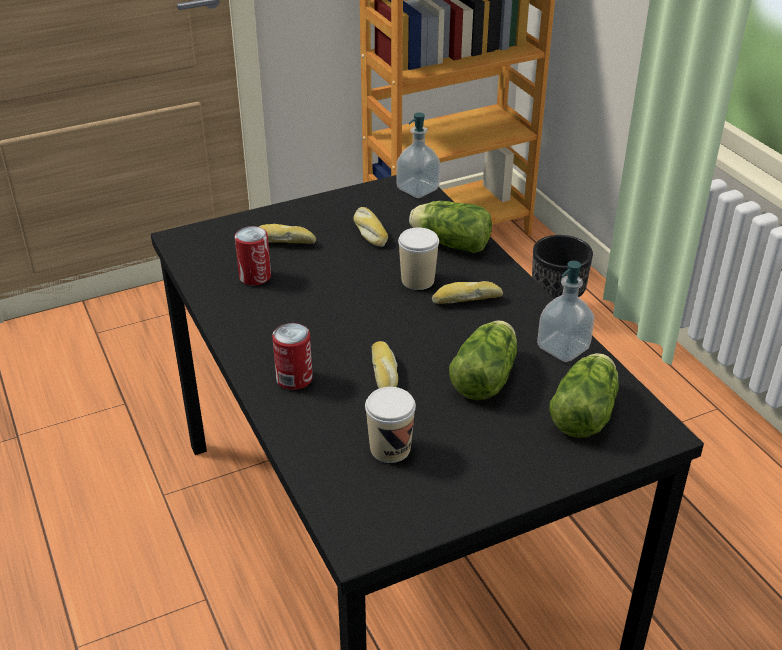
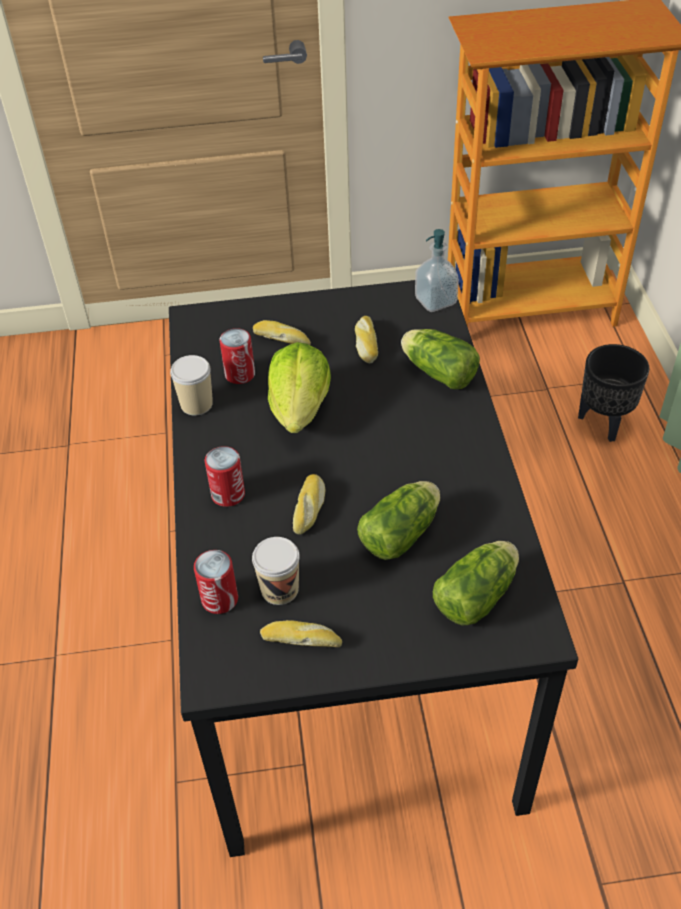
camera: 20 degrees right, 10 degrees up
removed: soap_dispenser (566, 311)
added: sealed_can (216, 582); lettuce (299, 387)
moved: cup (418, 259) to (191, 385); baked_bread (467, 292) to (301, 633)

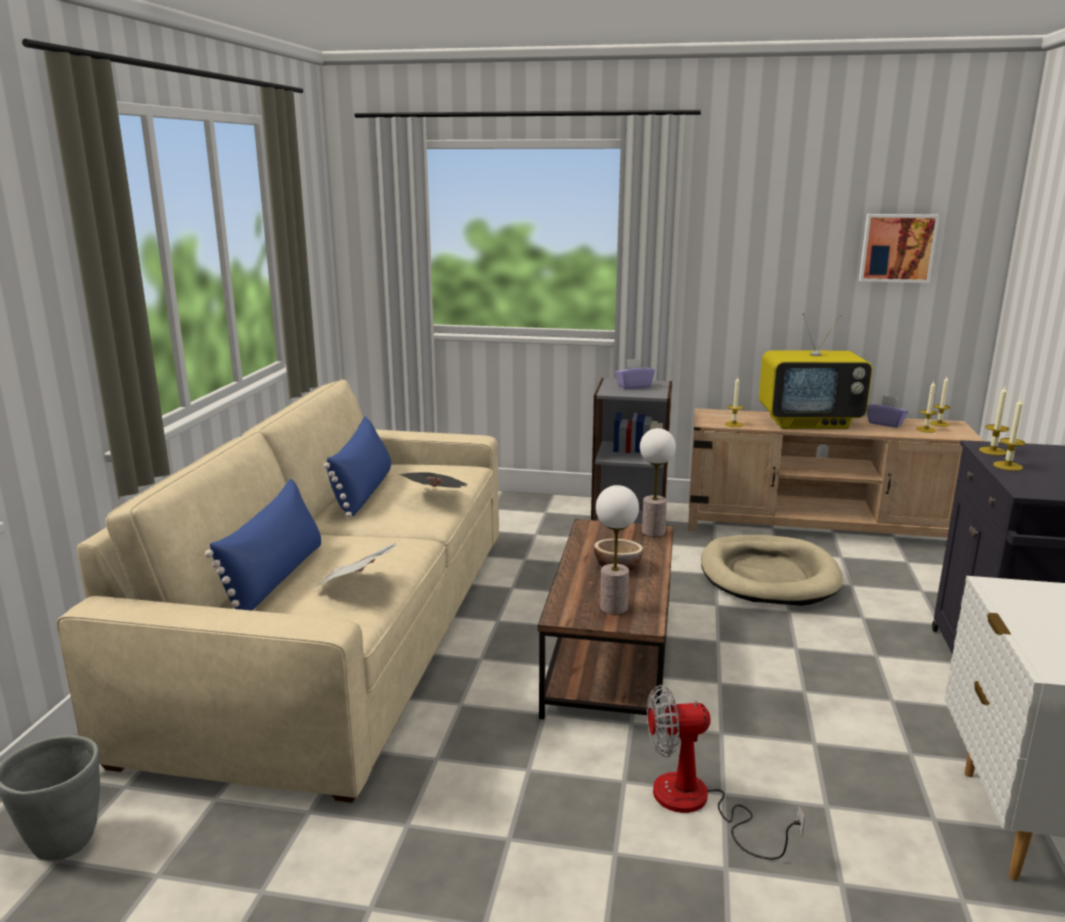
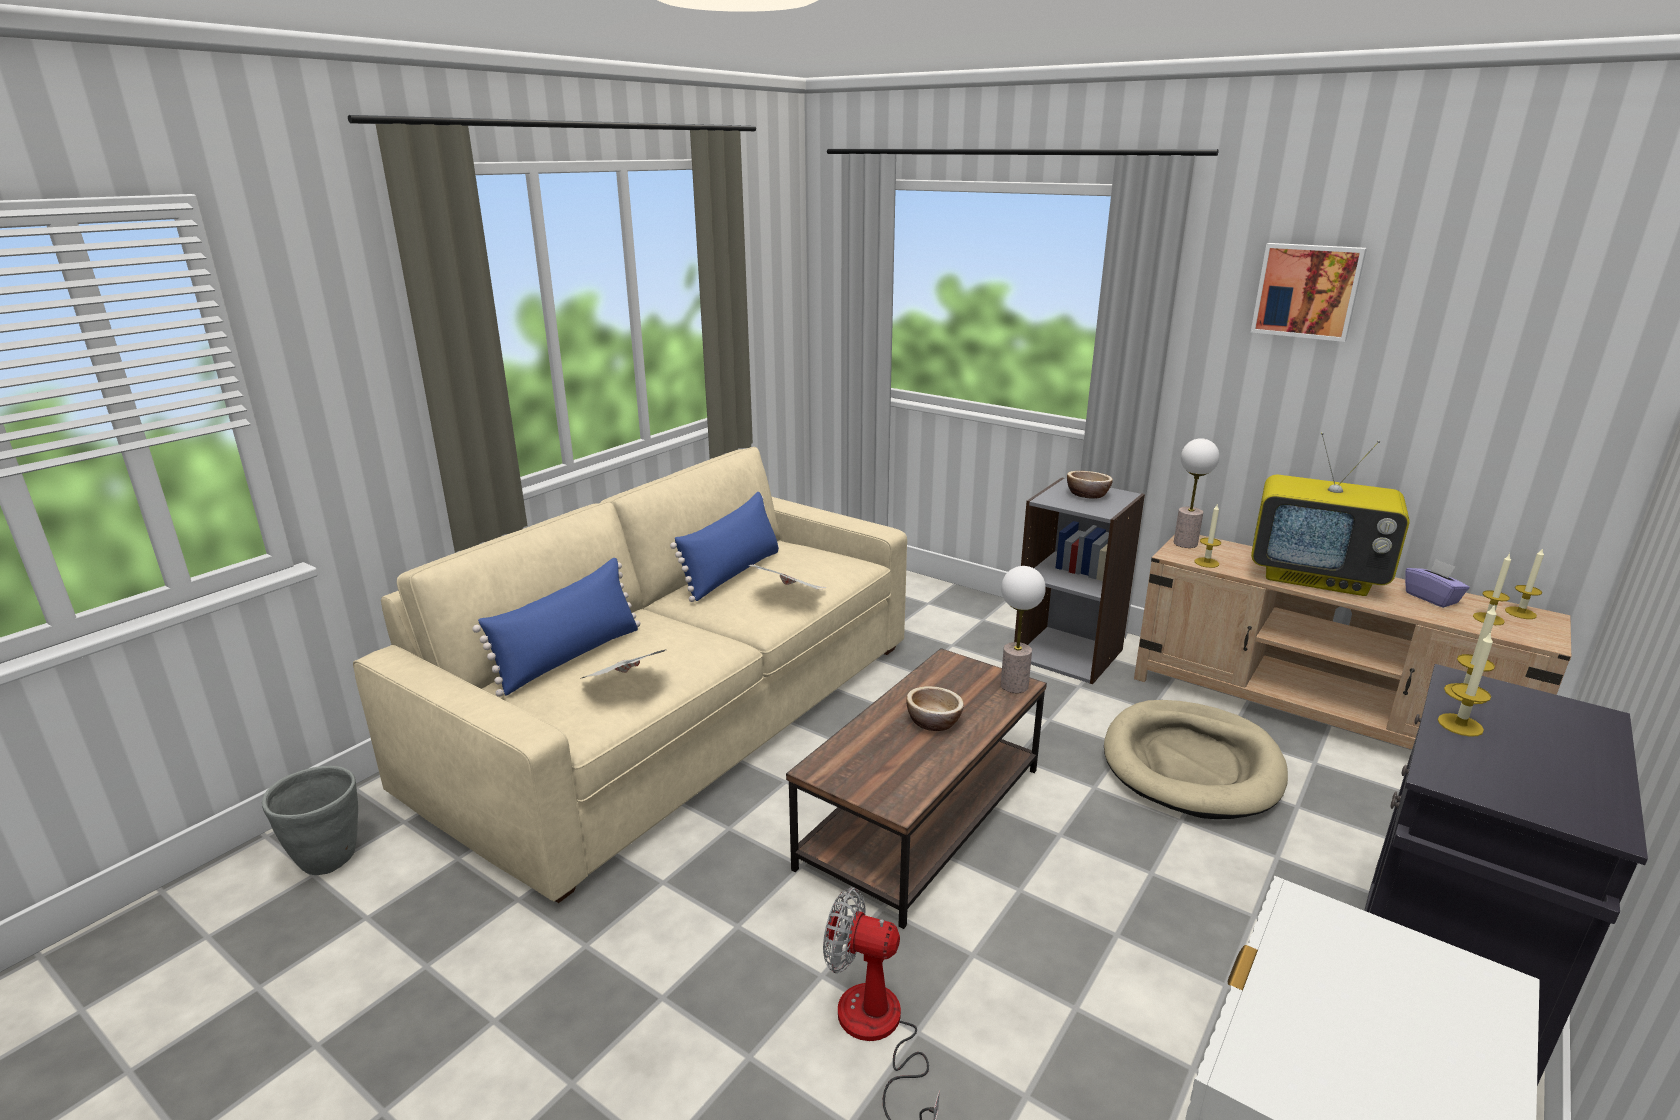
camera: 25 degrees right, 5 degrees up
moved: table_lamp (617, 550) to (1196, 493); picture (899, 248) to (1309, 292)
replaced: purple-coloured_box_of_tissues (635, 373) to bowl (1090, 485)

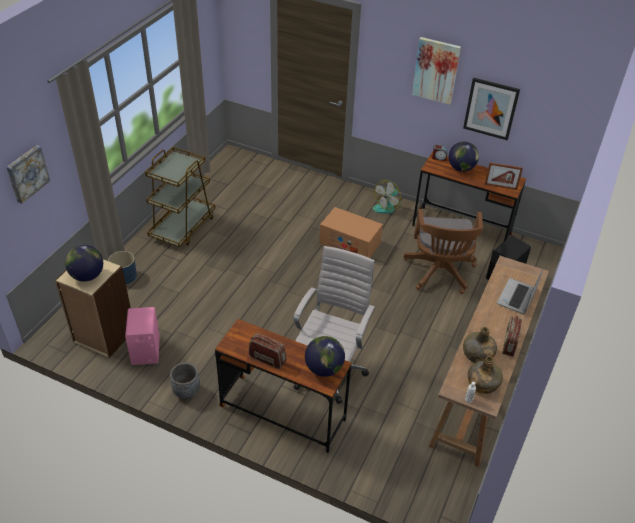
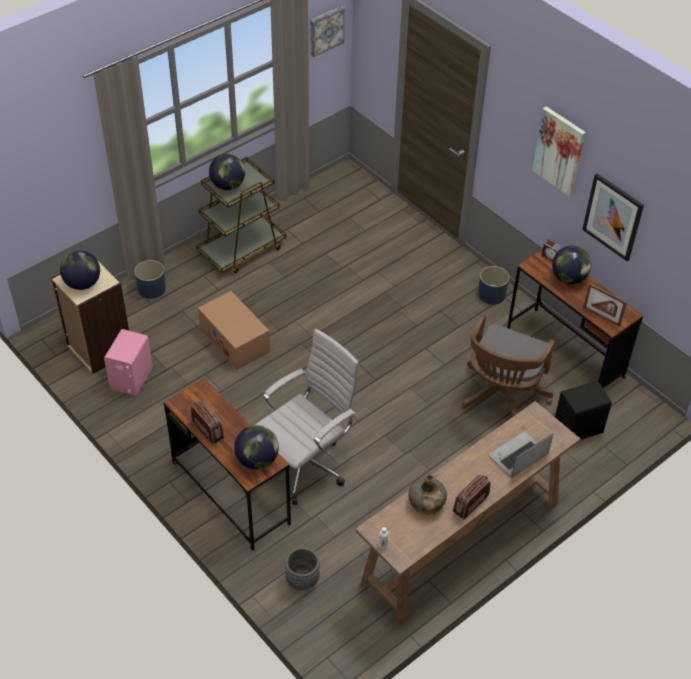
camera: 25 degrees right, 5 degrees up
removed: greenish_drink_bottle (485, 375)
added: world_globe (227, 172)
moved: picture (28, 174) to (327, 31); grey_planter (185, 380) to (302, 568); cardboard_box (351, 232) to (234, 330)
replaced: fan (386, 197) to bluish_planter (493, 285)

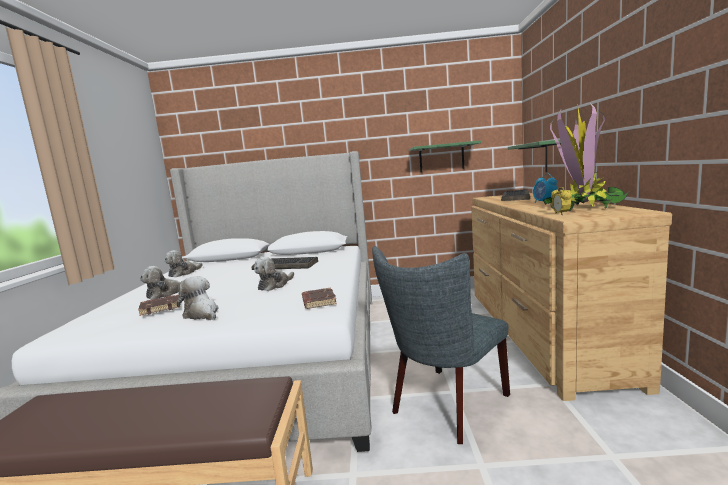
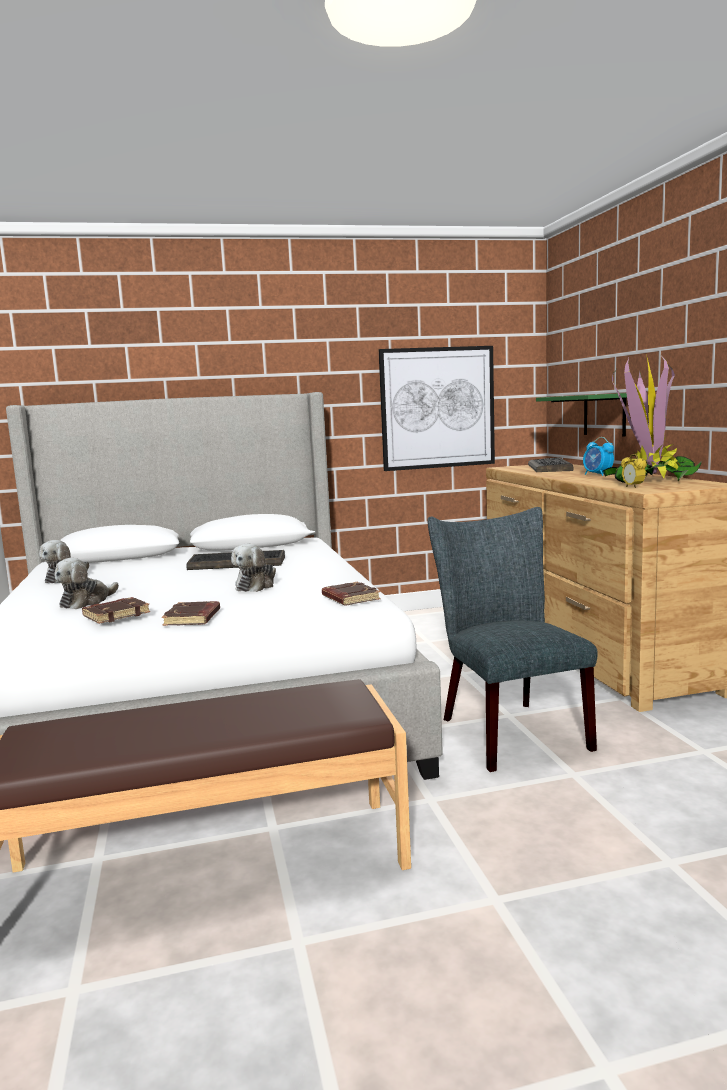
camera: 15 degrees left, 0 degrees up
replaced: cuddly_toy (197, 298) to brown_bound_book (191, 613); greenish_bracket_shelf (445, 156) to picture (437, 408)
turned: grey_plain_chair (441, 345) = (513, 639) 135 degrees clockwise

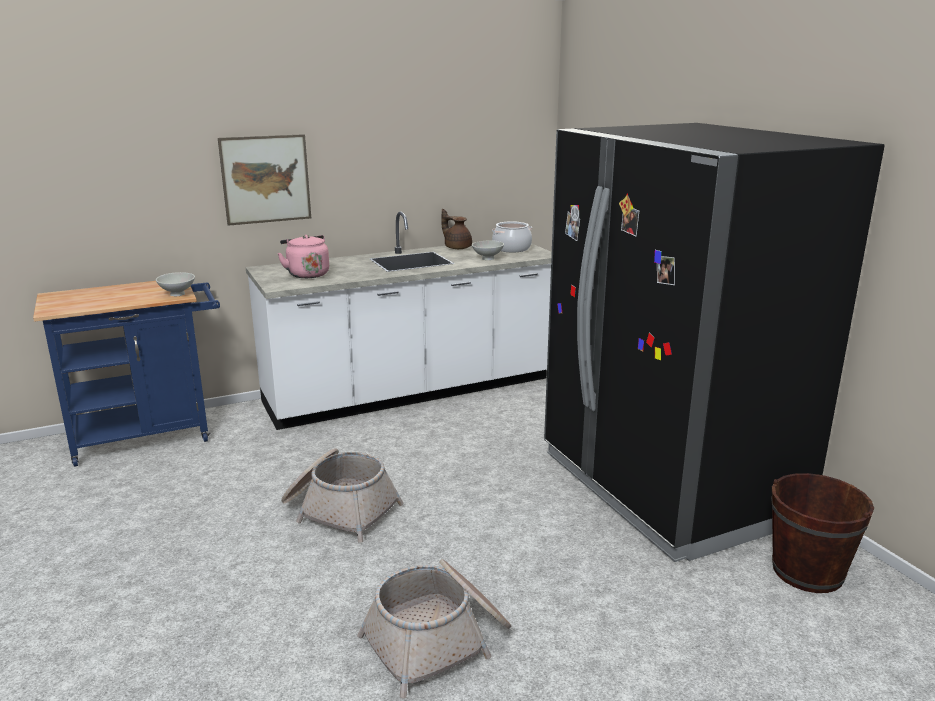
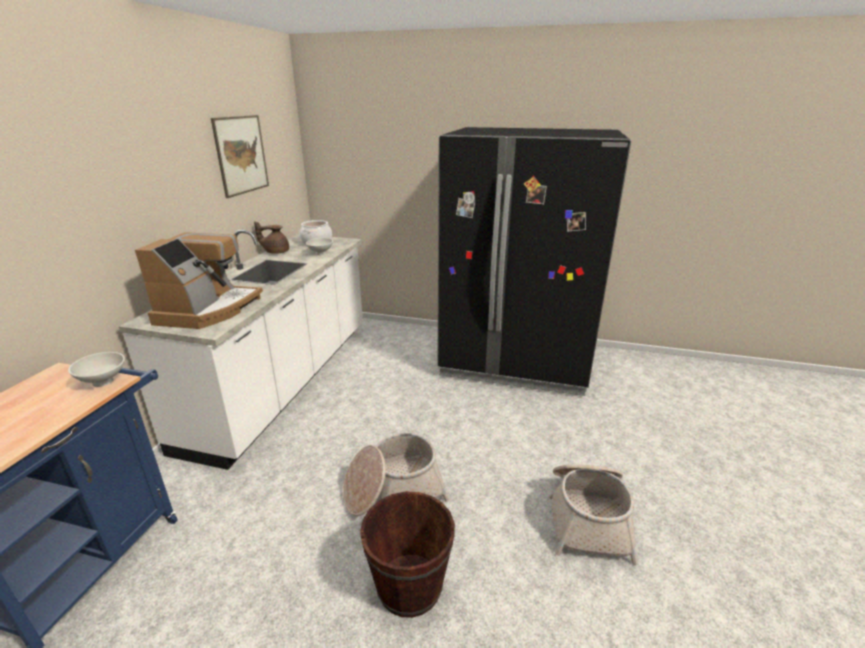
camera: 50 degrees left, 5 degrees up
moved: picture (264, 180) to (240, 156); brown_bucket (822, 533) to (407, 554)
replaced: pink_tea_kettle (303, 256) to coffee_maker (199, 280)

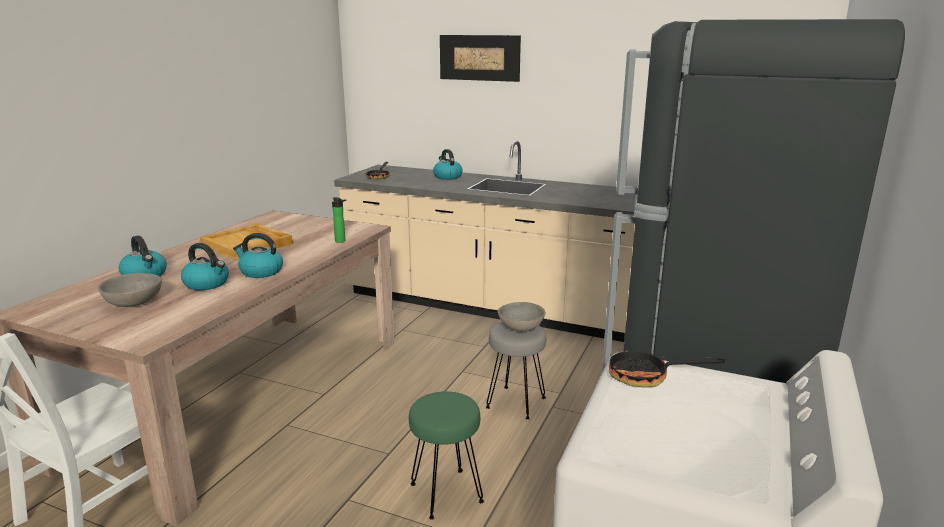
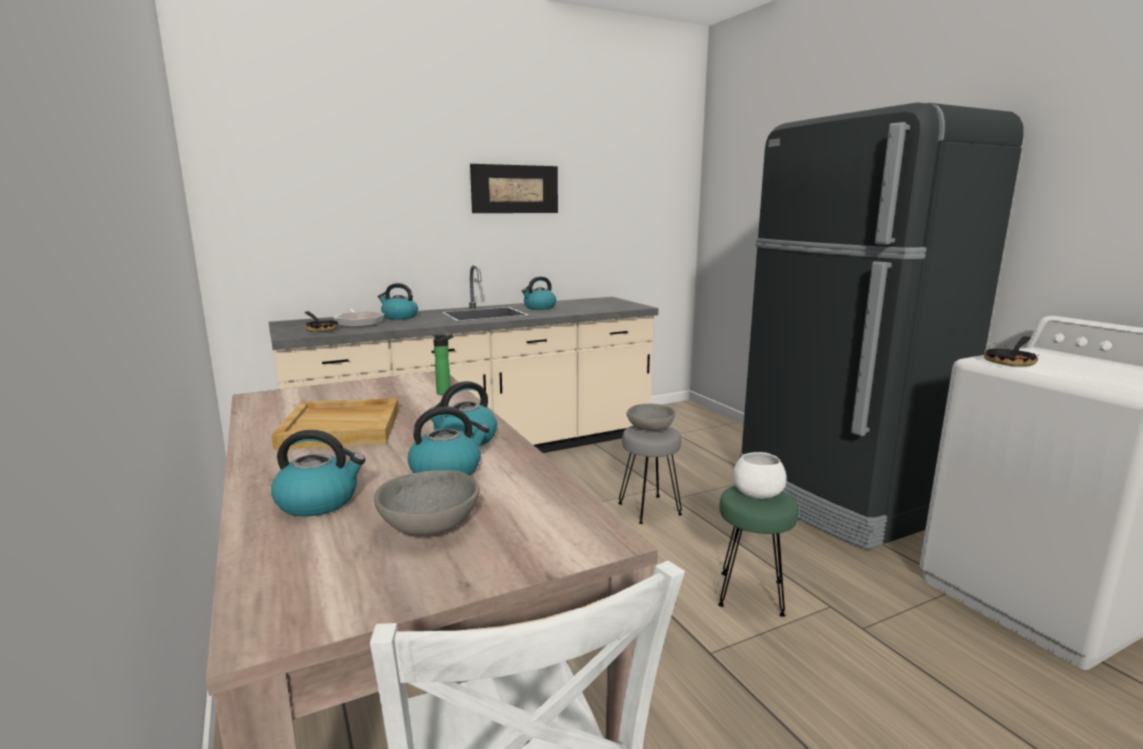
camera: 50 degrees left, 5 degrees down
added: skillet (359, 318); tea_kettle (539, 293); whitish_bowl (760, 475)
moved: picture (480, 58) to (514, 188)

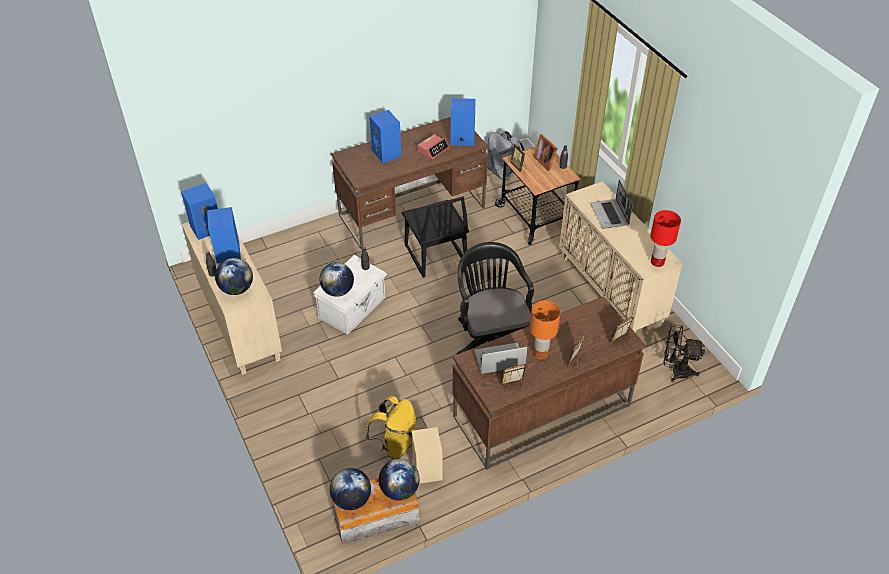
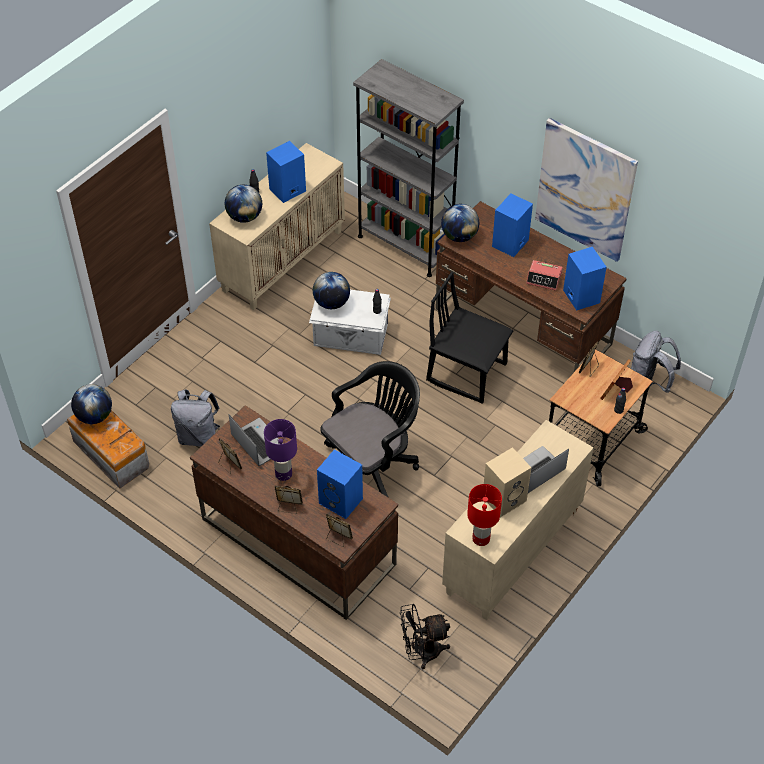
camera: 65 degrees right, 5 degrees up
added: grey_bookshelf (408, 168); picture (586, 190)
moved: bluish_audio_speaker (199, 211) to (340, 484); world_globe (399, 479) to (460, 223); sand-coloured_audio_speaker (427, 455) to (508, 482)
recoloured: yellow-coloured_rucksack (390, 427) to grey_rucksack (195, 418); orange_table_lamp (545, 330) to purple-coloured_table_lamp (280, 450)
turned: black-coloured_plain_chair (435, 237) = (469, 338) 75 degrees clockwise; black-coloured_fan (684, 353) = (425, 636) 90 degrees counterclockwise

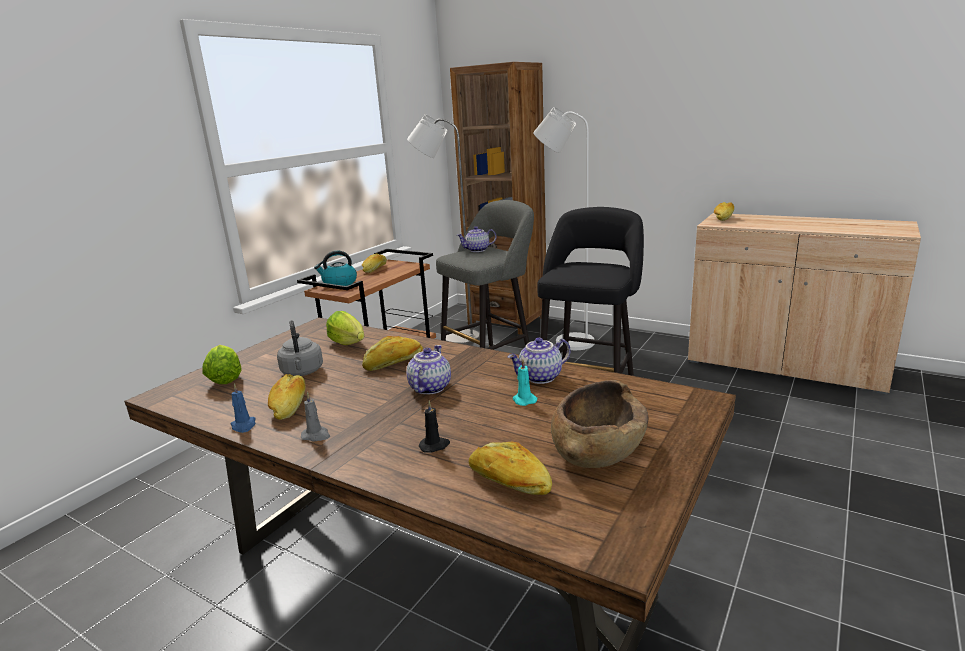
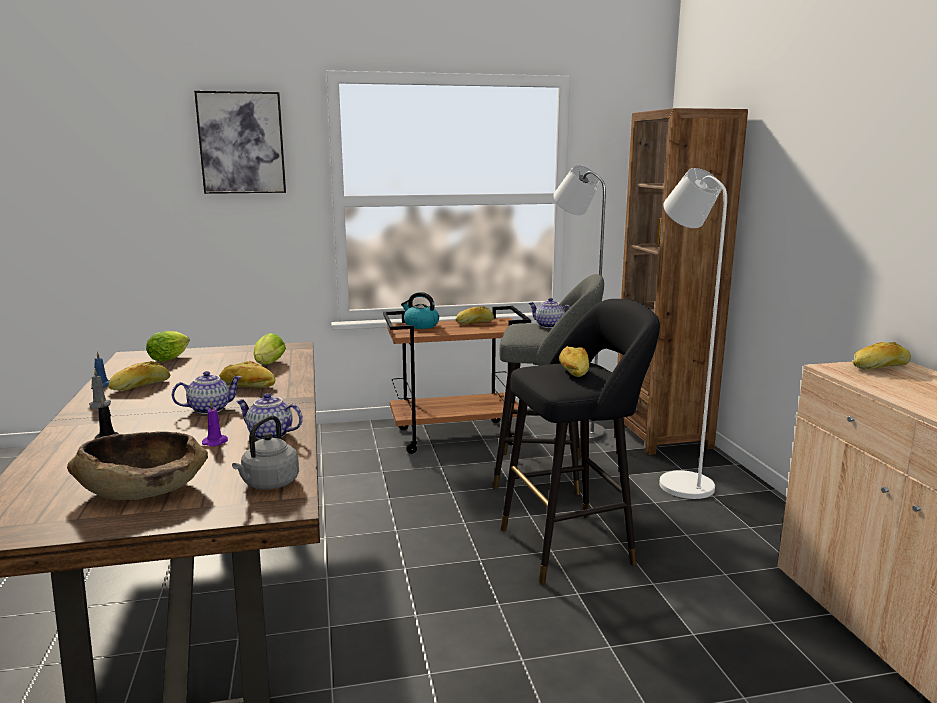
camera: 45 degrees right, 5 degrees down
added: picture (240, 142)
moved: grey_tea_kettle (300, 348) to (265, 453); baked_bread (510, 468) to (574, 361)
recoloured: turquoise_wax_candle (525, 383) to purple-coloured_wax_candle (215, 423)

